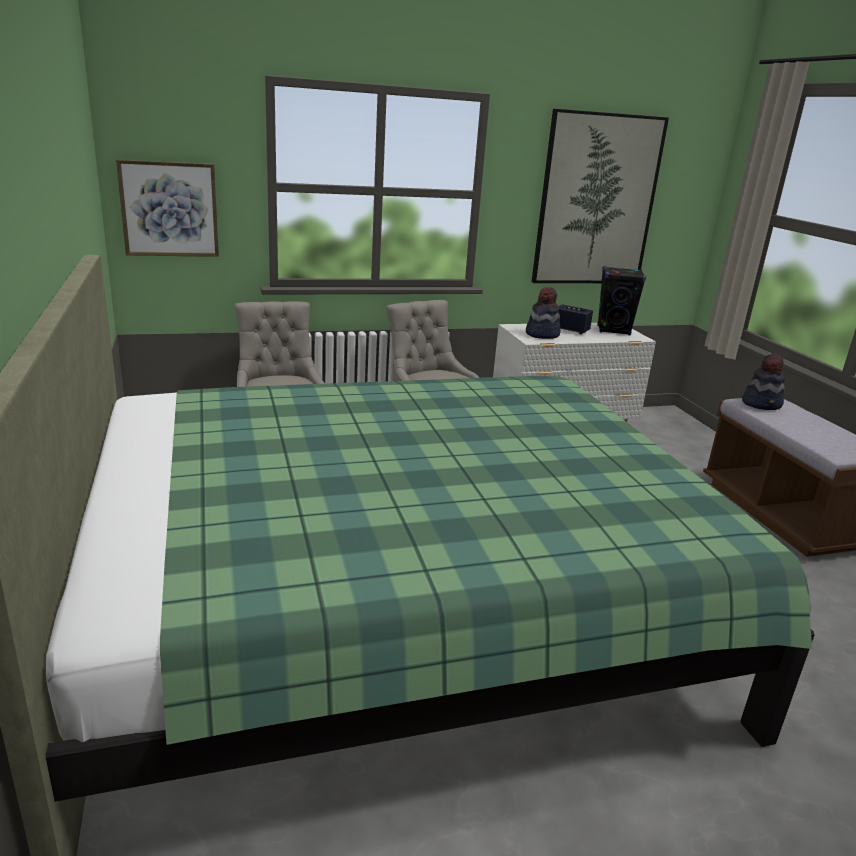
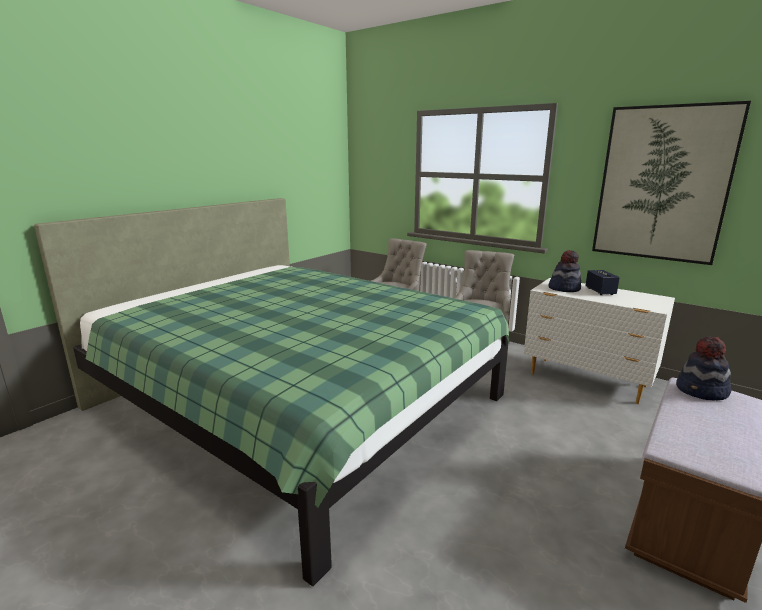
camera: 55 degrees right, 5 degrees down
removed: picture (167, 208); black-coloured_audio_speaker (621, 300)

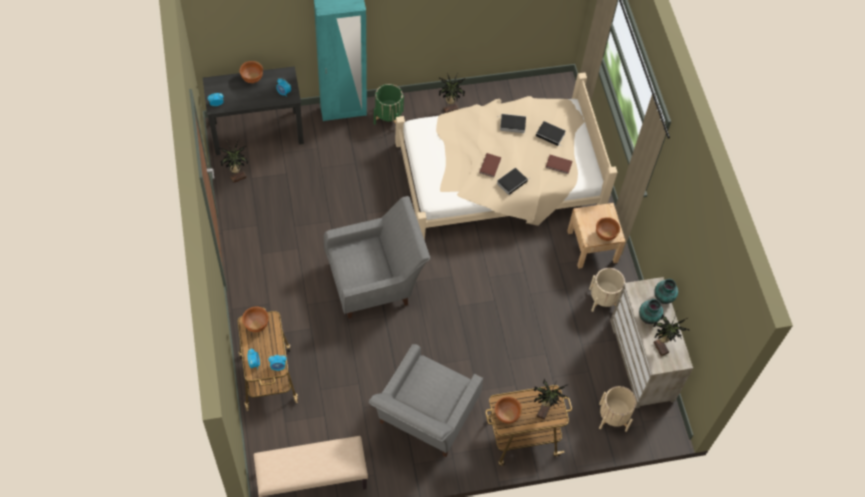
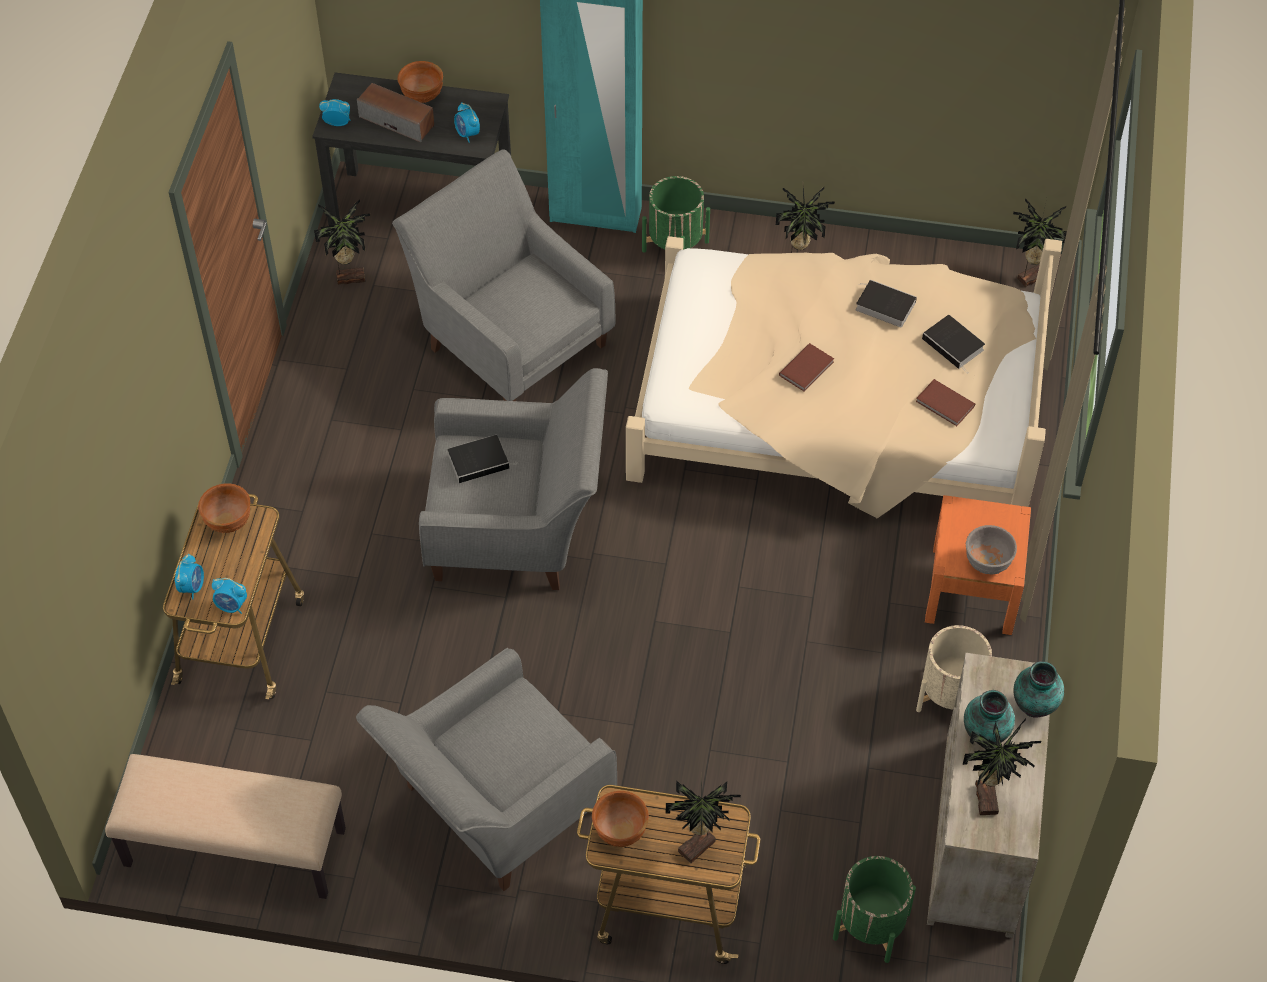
camera: 25 degrees right, 5 degrees down
added: audio_speaker (395, 112); grey_lounge_chair (503, 275); potted_plant (1040, 242)
moved: bound_book (513, 181) to (482, 459)
recoloured: sand-coloured_night_table (596, 236) to orange_night_table (978, 565); brown_bowl (608, 229) to grey_bowl (991, 549); sand-coloured_planter (617, 409) to greenish_planter (874, 909)

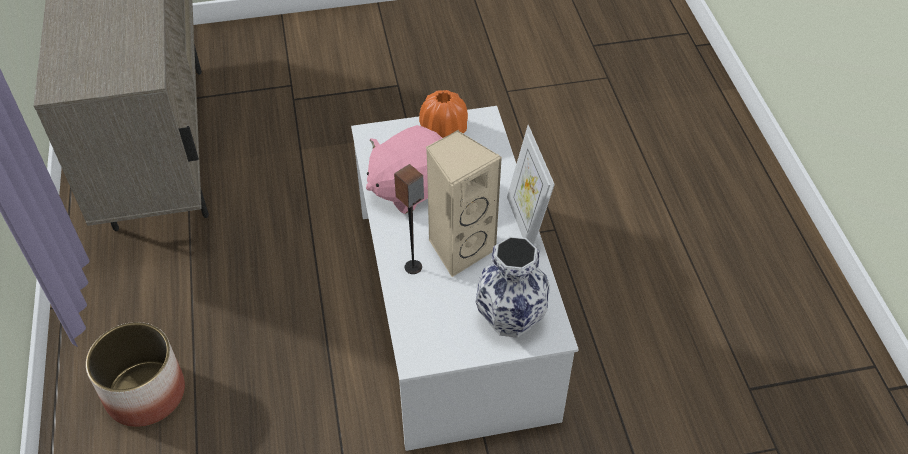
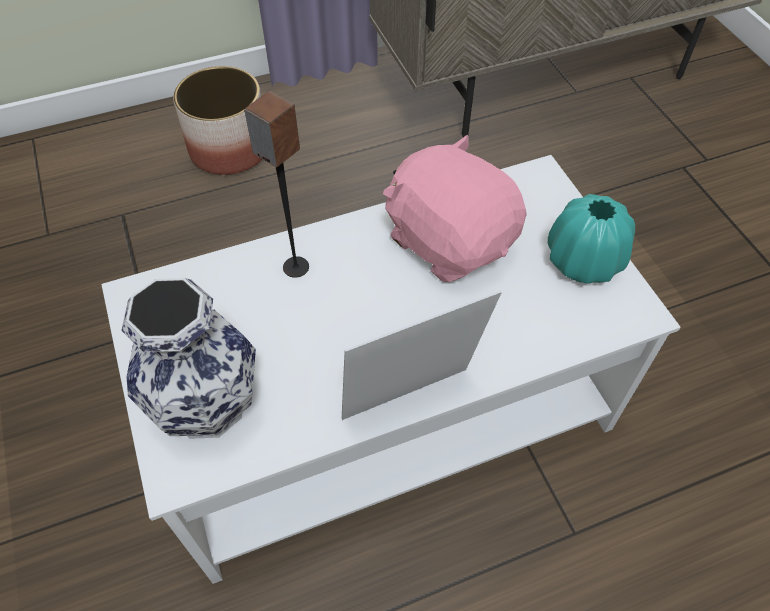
camera: 80 degrees right, 5 degrees up
removed: sand-coloured_audio_speaker (464, 203)
recoloured: orange_vase (443, 114) to turquoise_vase (591, 239)

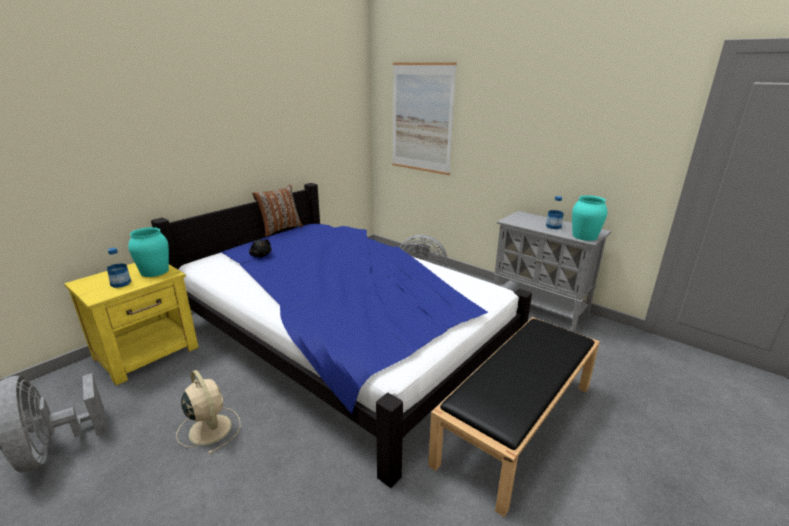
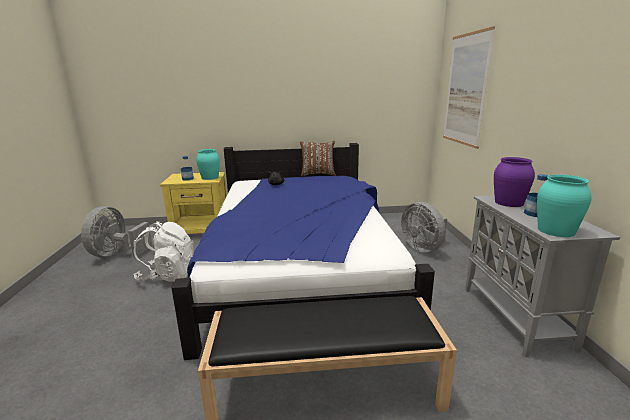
camera: 45 degrees right, 5 degrees down
added: purple-coloured_vase (514, 182)
replaced: sand-coloured_fan (208, 412) to whitish_rucksack (163, 251)

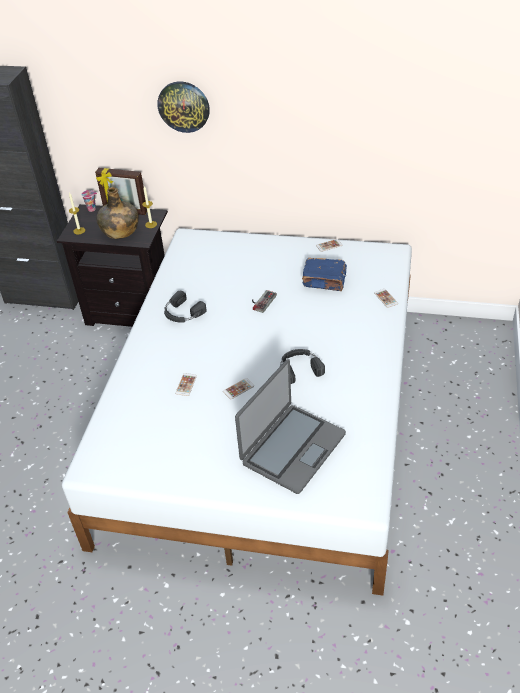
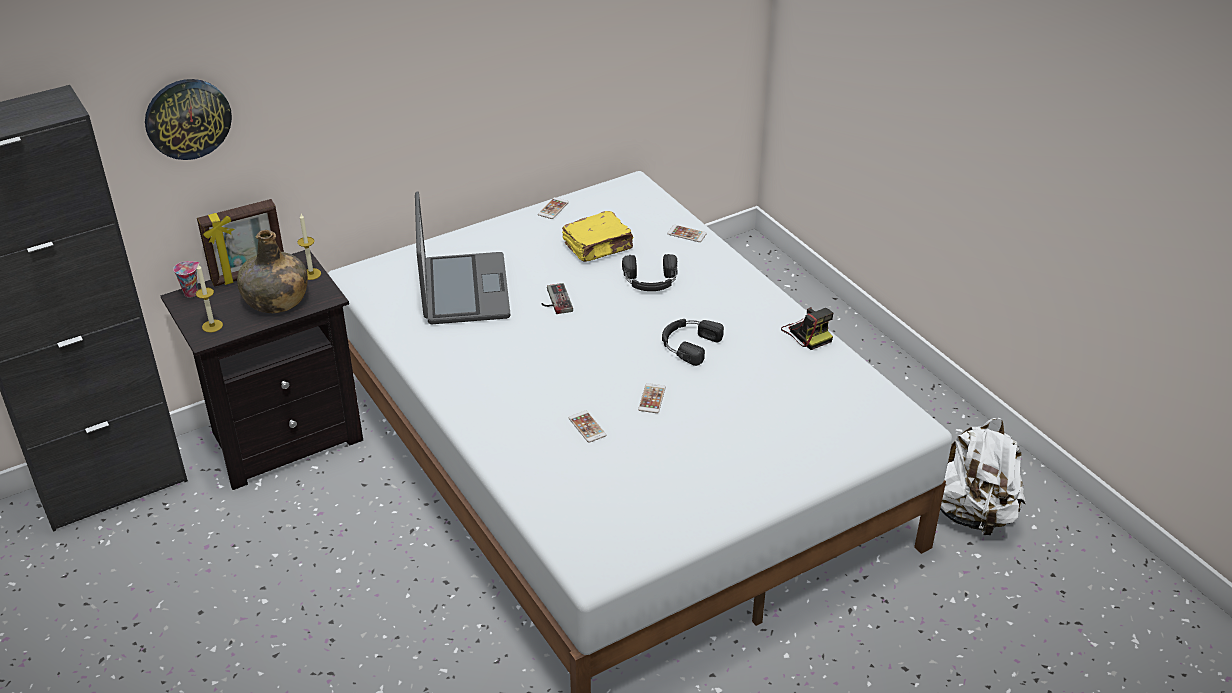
camera: 45 degrees left, 5 degrees down
added: photo_camera (807, 328); whitish_rucksack (983, 476)
moved: wall_clock (183, 107) to (188, 119); black-coloured_headset (185, 307) to (649, 272); laptop (290, 426) to (462, 257)
recoloured: bluish_bound_book (324, 274) to yellow-coloured_bound_book (598, 236)

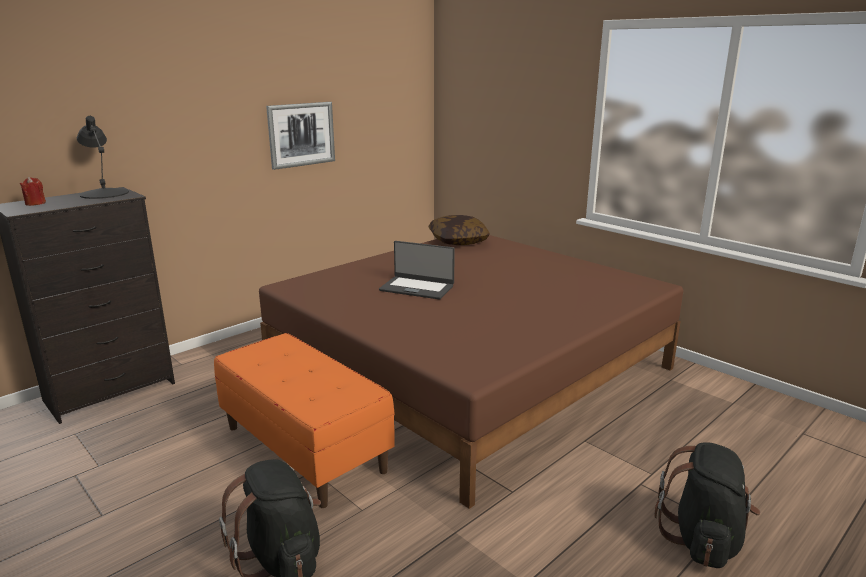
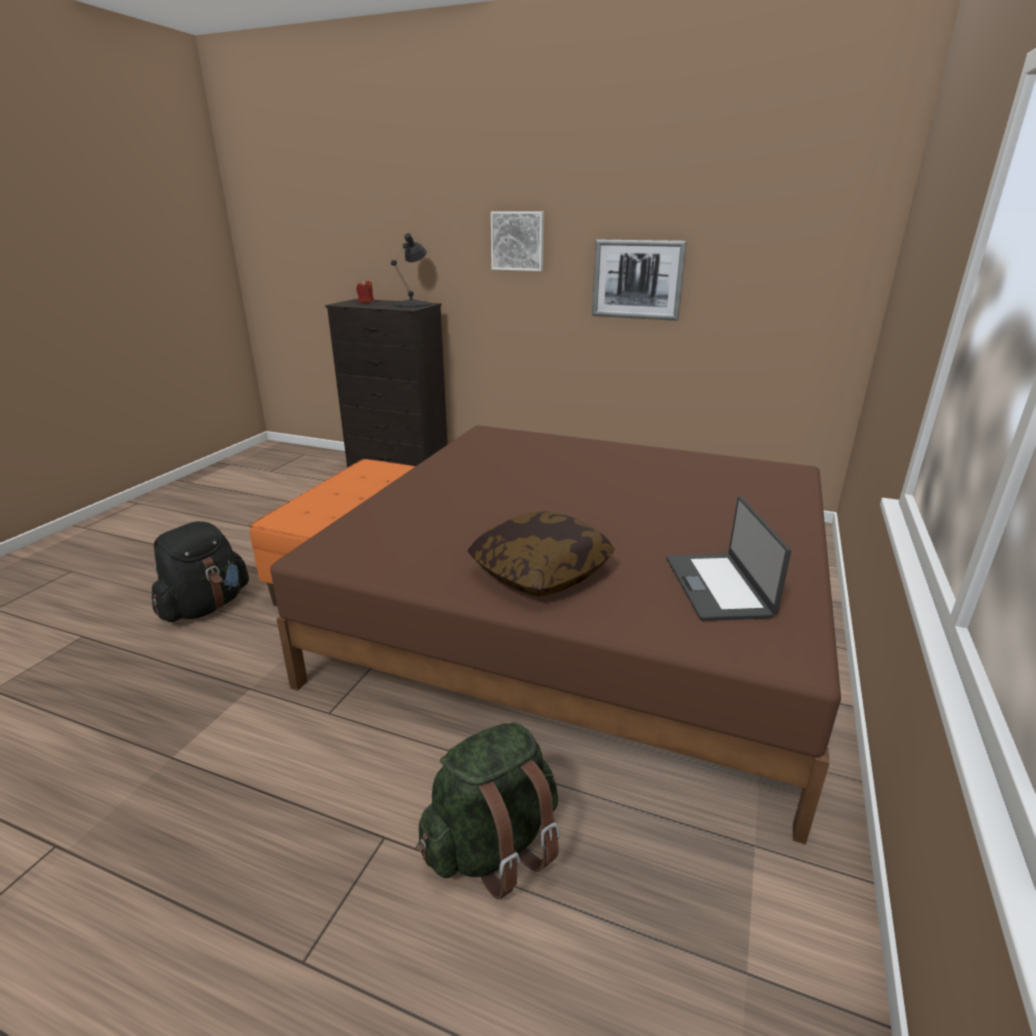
camera: 65 degrees right, 5 degrees up
removed: black-coloured_rucksack (707, 505)
added: greenish_rucksack (489, 810); picture (517, 241)
moved: laptop (417, 270) to (729, 558); pillow (459, 230) to (541, 553)

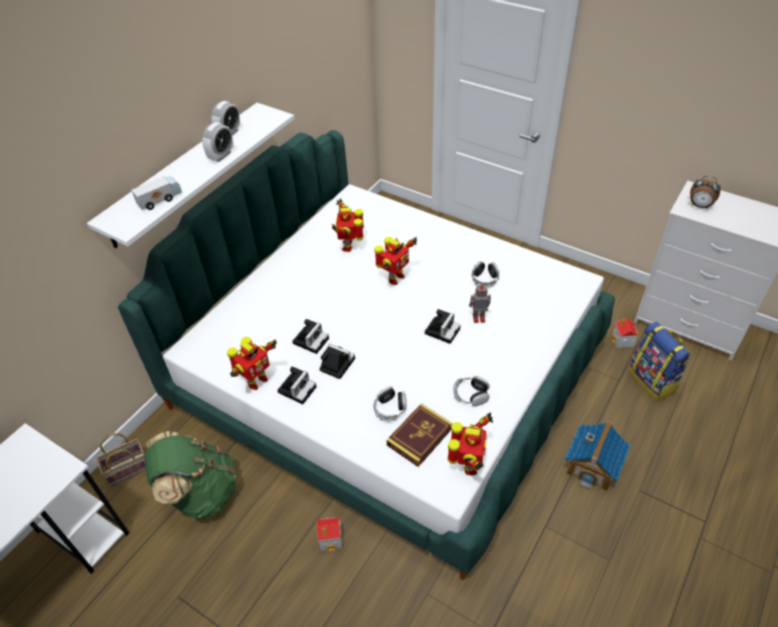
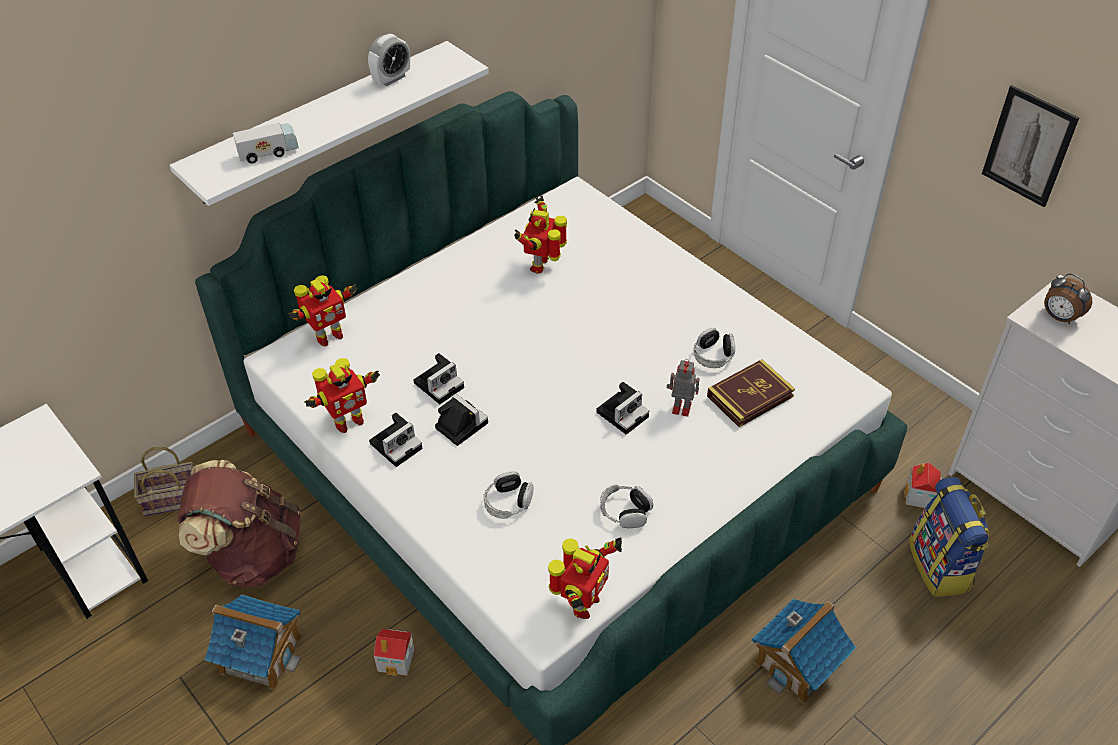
camera: 15 degrees right, 0 degrees up
removed: alarm_clock (217, 142)
added: toy_house (254, 642); picture (1030, 146)
moved: robot_figure (396, 261) to (323, 310); bound_book (420, 435) to (751, 393)
recoloured: greenish_rucksack (190, 475) to brown_rucksack (239, 524)

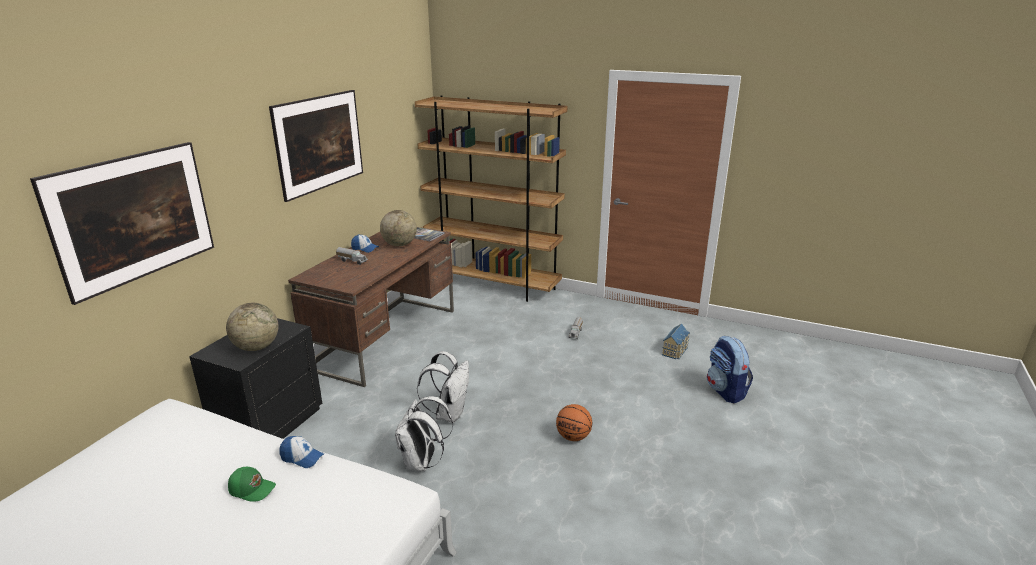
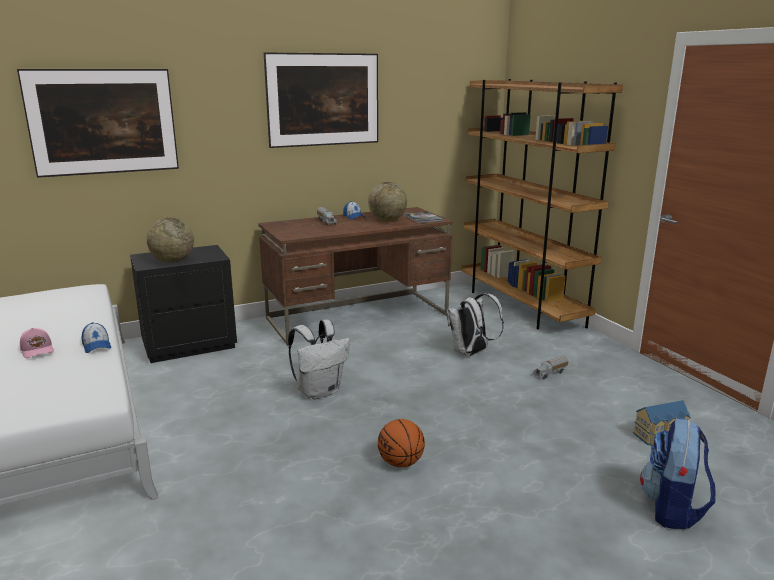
camera: 40 degrees right, 5 degrees down
moved: whitish_rucksack (424, 433) to (475, 325)
recoloured: greenish_cap (252, 484) to pink_cap (37, 343)

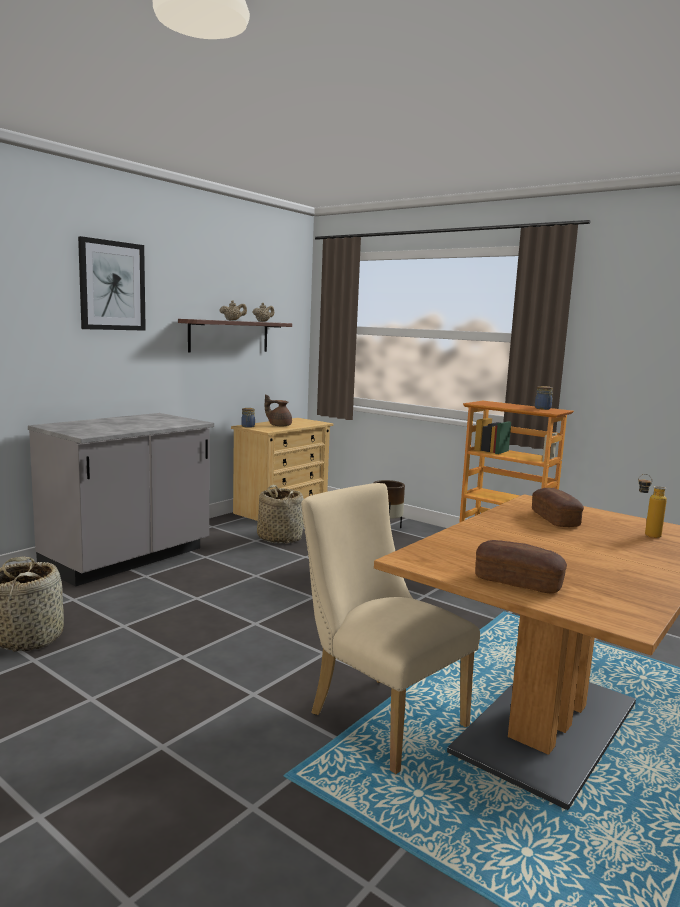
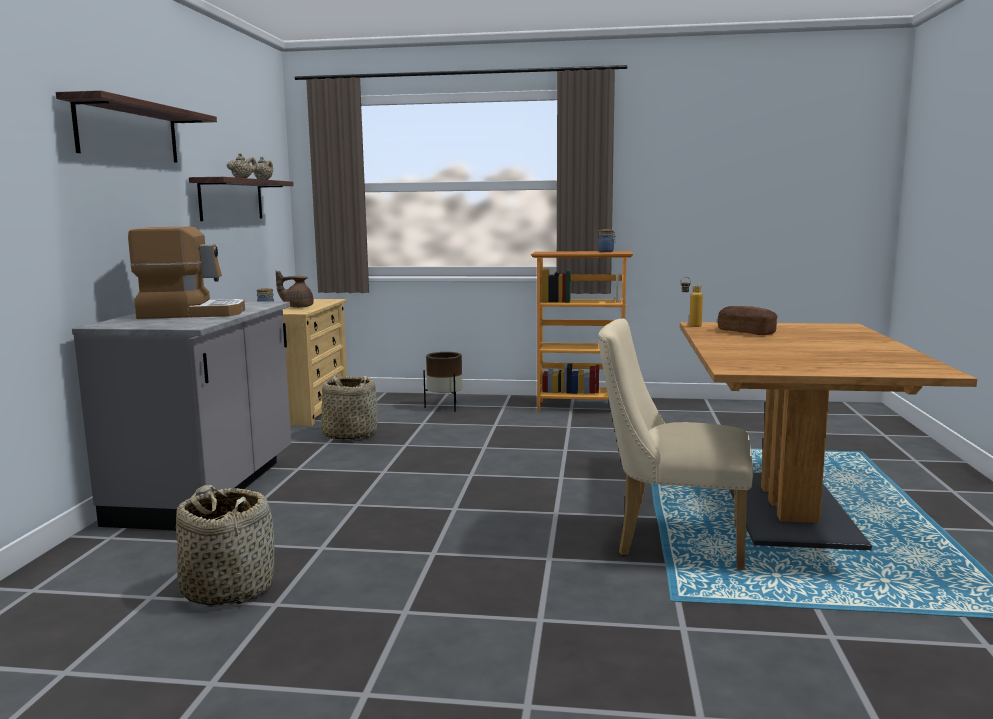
camera: 30 degrees left, 0 degrees up
removed: baked_bread (521, 567)
added: coffee_maker (186, 273)
moved: drink_bottle (652, 506) to (691, 302)
replaced: picture (112, 283) to bracket_shelf (136, 126)

